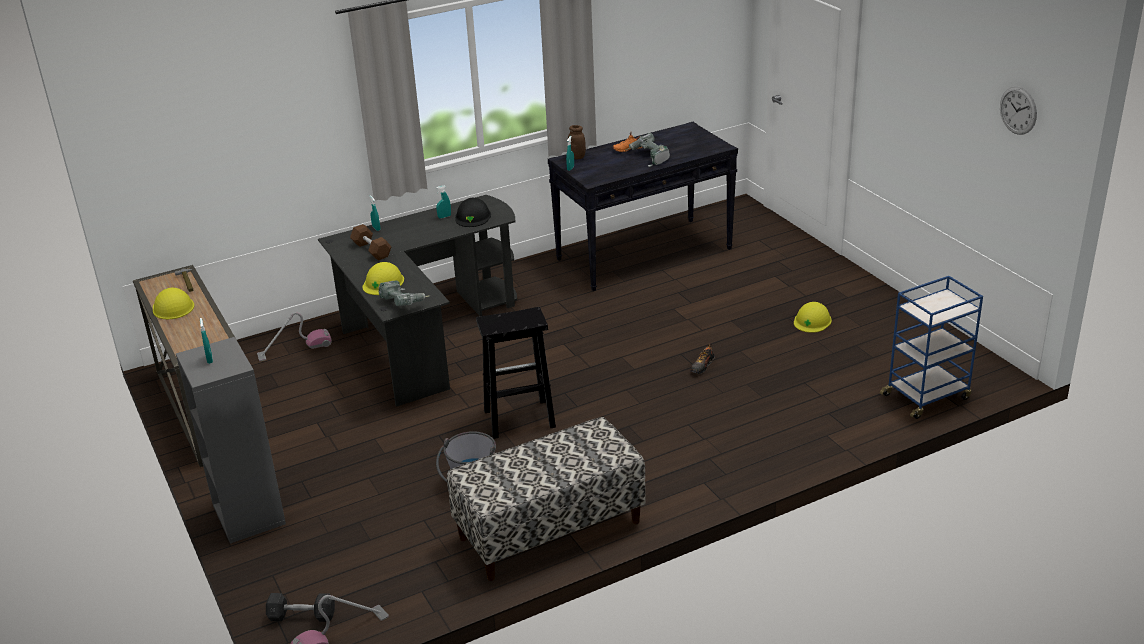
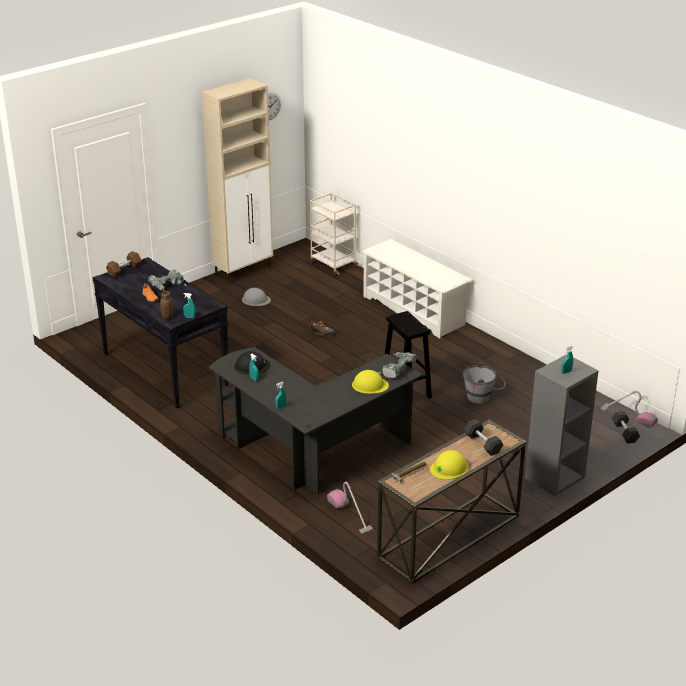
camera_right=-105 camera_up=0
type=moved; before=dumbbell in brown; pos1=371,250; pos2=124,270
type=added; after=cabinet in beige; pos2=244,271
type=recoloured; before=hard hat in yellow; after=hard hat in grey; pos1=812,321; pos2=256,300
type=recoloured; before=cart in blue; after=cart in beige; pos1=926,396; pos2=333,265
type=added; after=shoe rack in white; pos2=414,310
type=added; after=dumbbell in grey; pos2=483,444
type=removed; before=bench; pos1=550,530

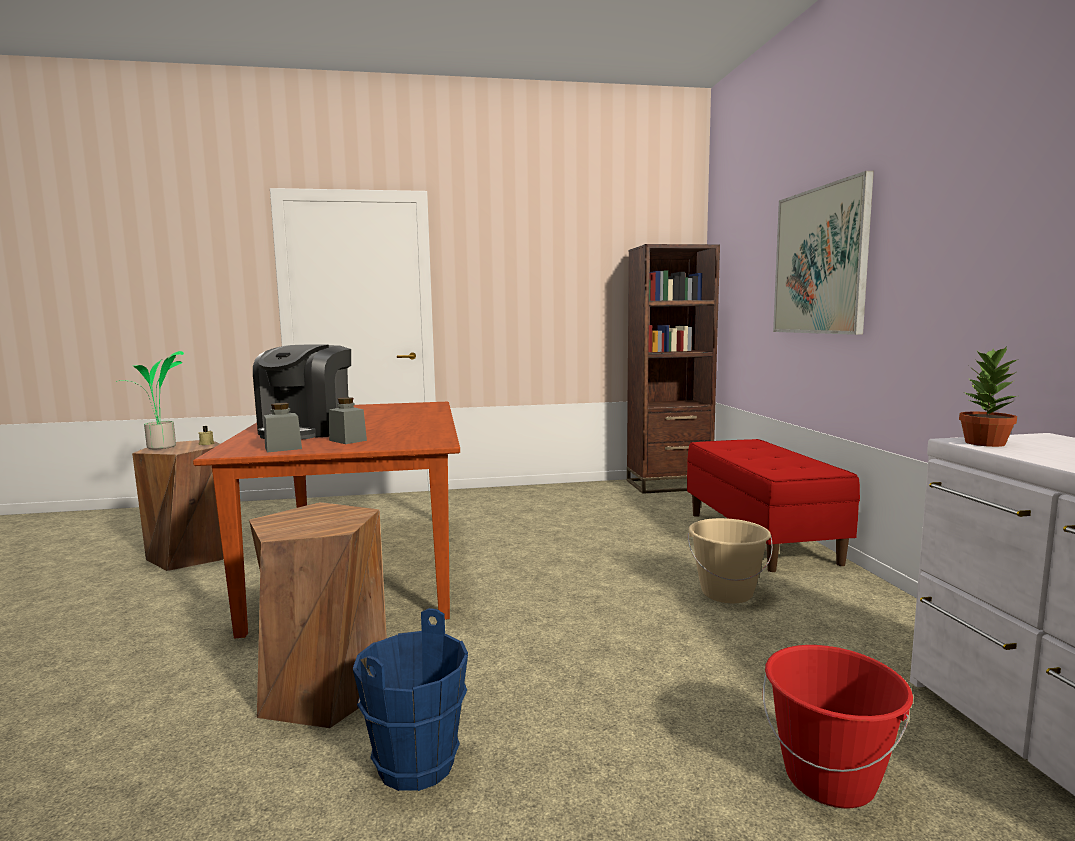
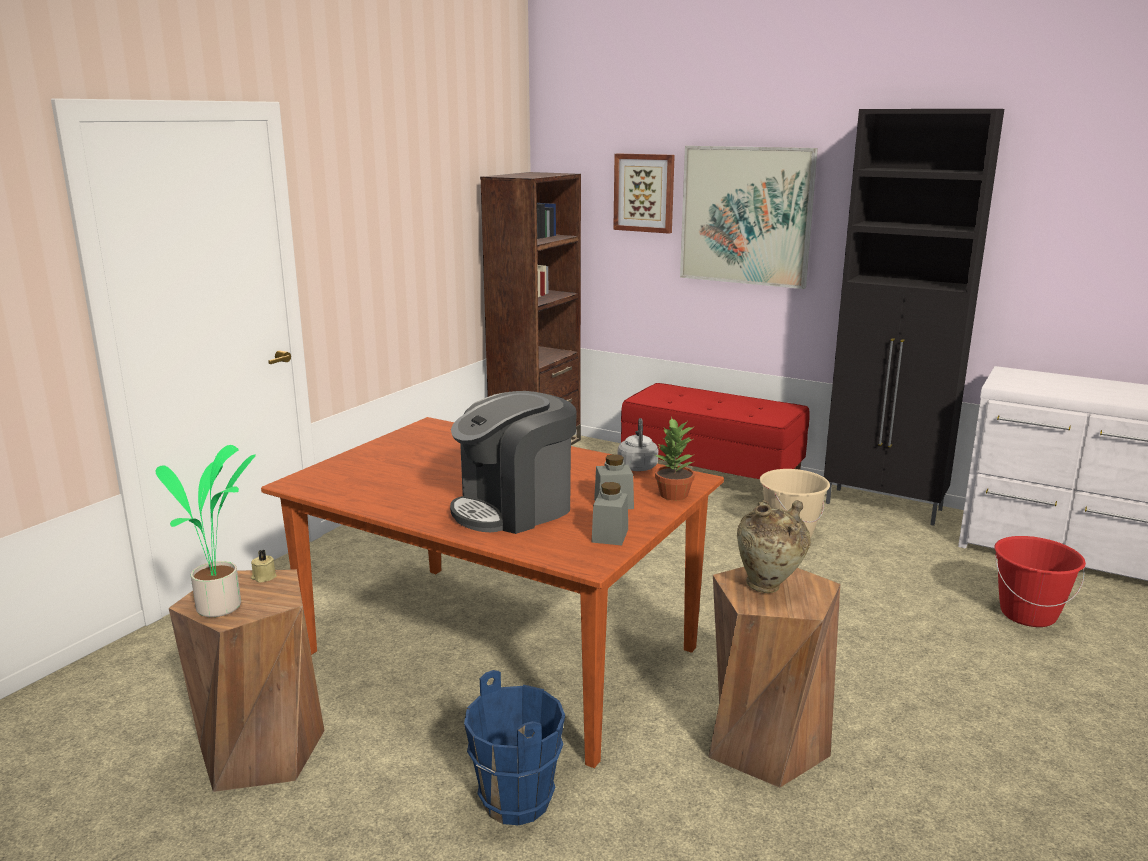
camera_right=-50 camera_up=10
type=turned; before=coffee machine; pos1=307,431; pos2=514,508; turn=90
type=moved; before=bucket in blue; pos1=417,764; pos2=517,800
type=added; after=picture; pos2=644,193
type=added; after=kettle in grey; pos2=637,466
type=moved; before=potted plant; pos1=984,443; pos2=673,495
type=added; after=vase in beige; pos2=769,587
type=added; after=cabinet in black; pos2=885,507

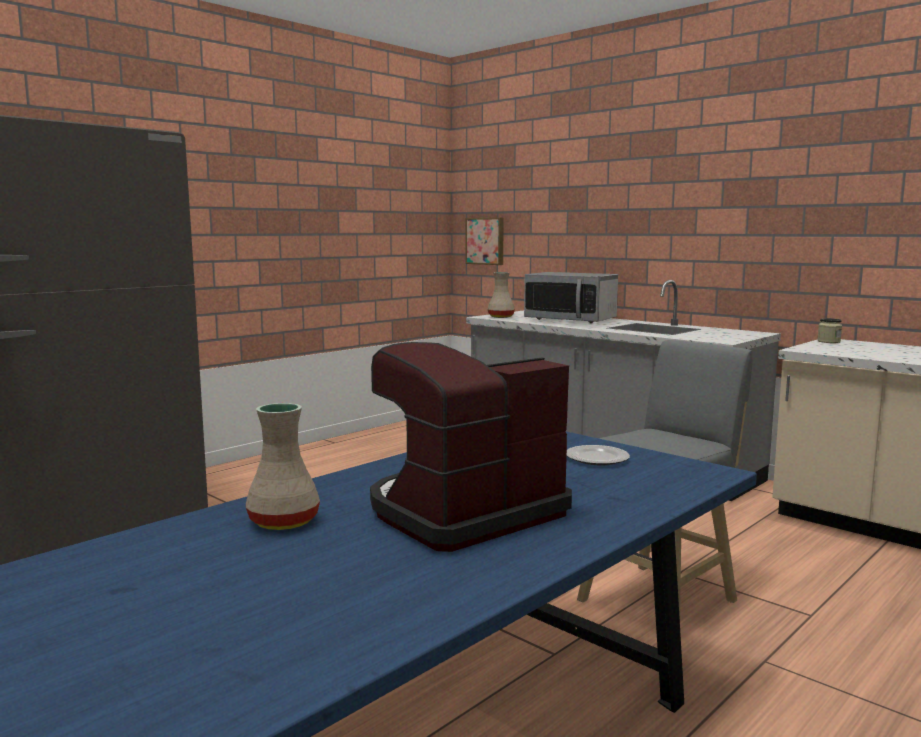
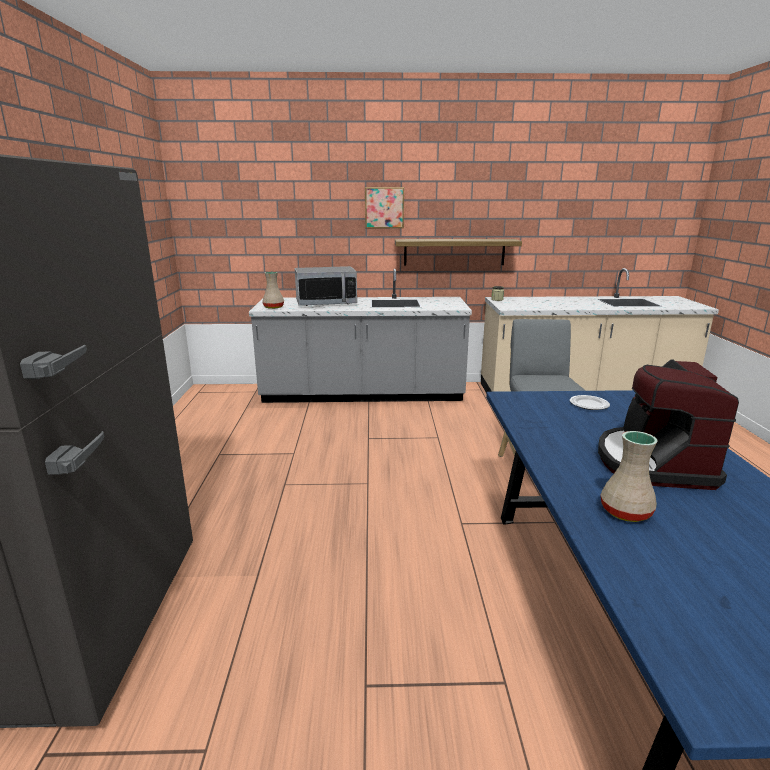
camera_right=-45 camera_up=10
type=moved; before=picture; pos1=485,241; pos2=384,208
type=added; after=shelf; pos2=454,252

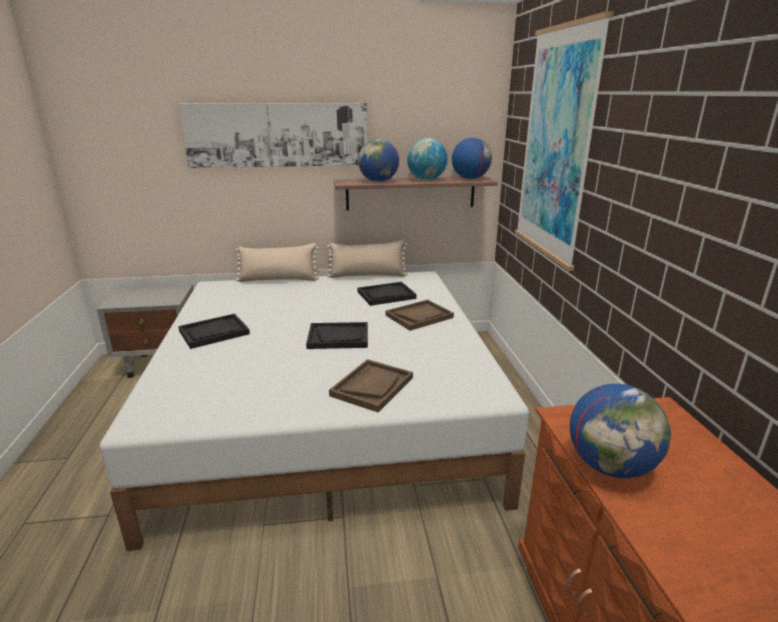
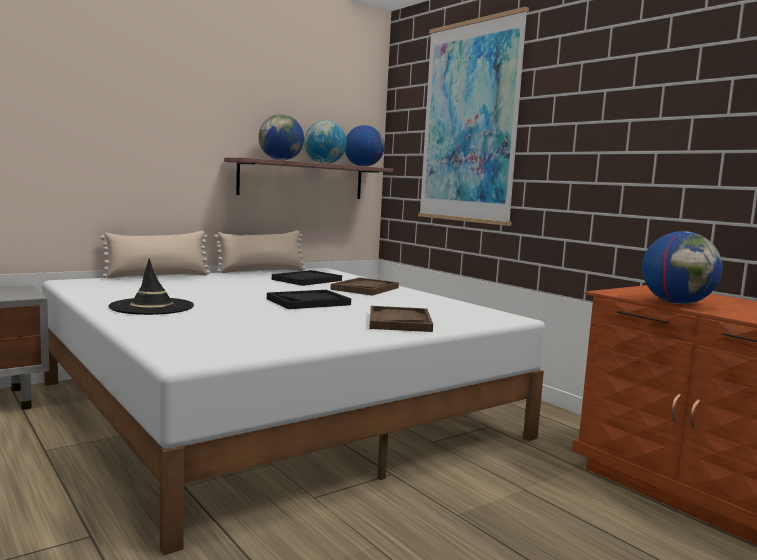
camera_right=-30 camera_up=-15
type=replaced; before=tray in black; after=hat in black; pos1=214,332; pos2=152,307
type=removed; before=picture; pos1=277,135

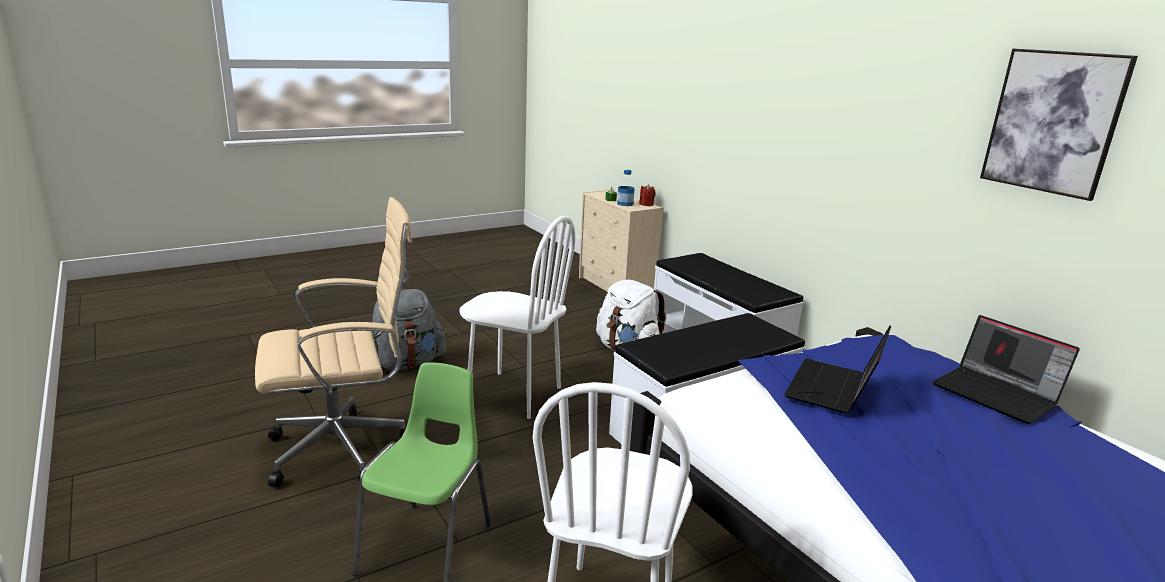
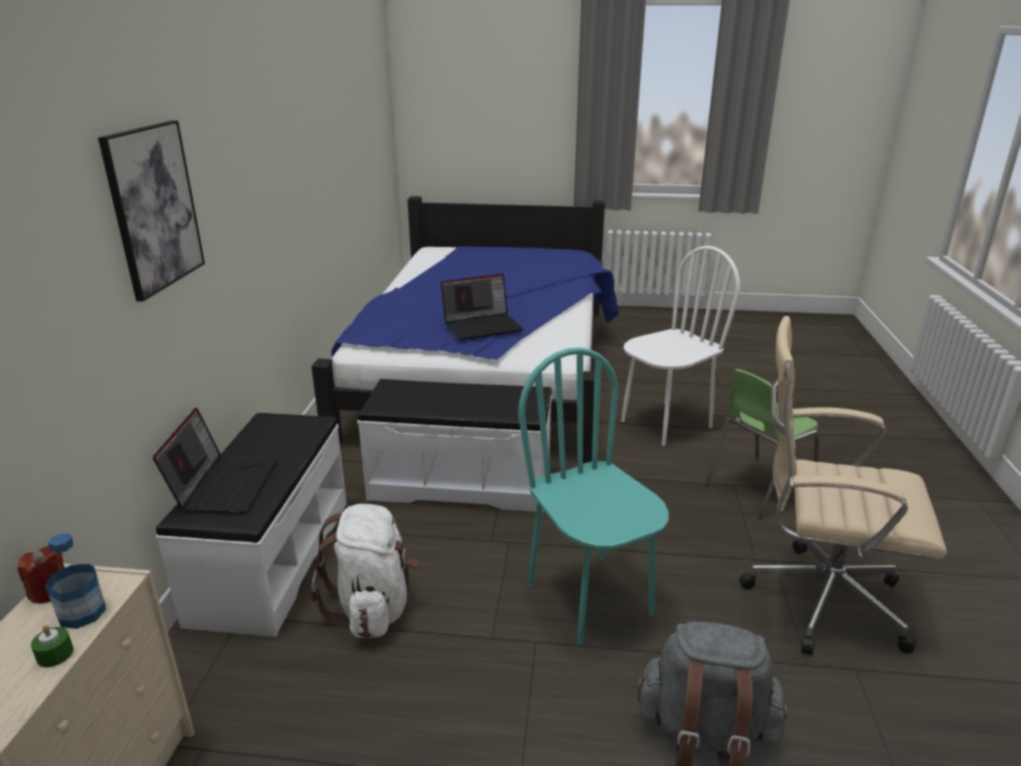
camera_right=-140 camera_up=5
type=moved; before=picture; pos1=1053,122; pos2=154,208
type=moved; before=laptop; pos1=997,394; pos2=224,484
type=recoloured; before=chair in white; after=chair in turquoise; pos1=514,394; pos2=590,598

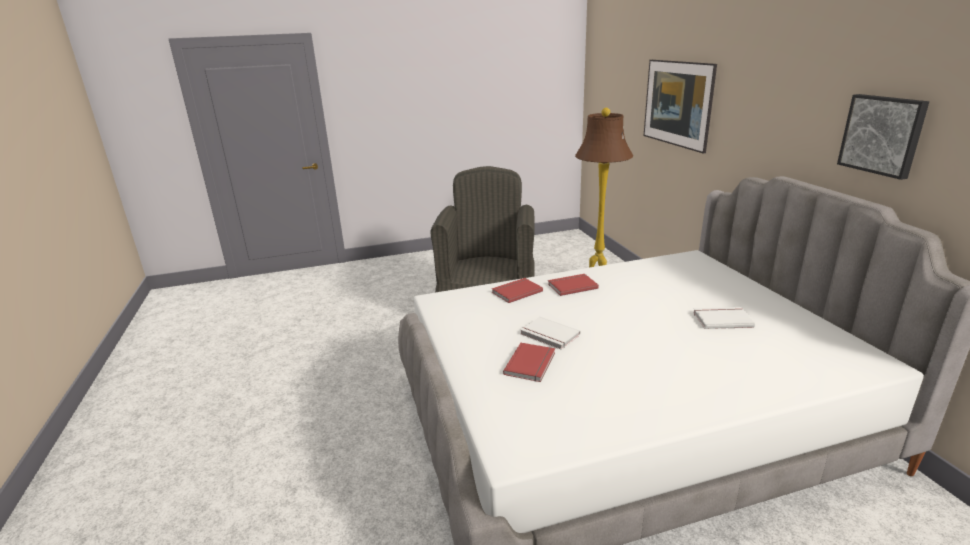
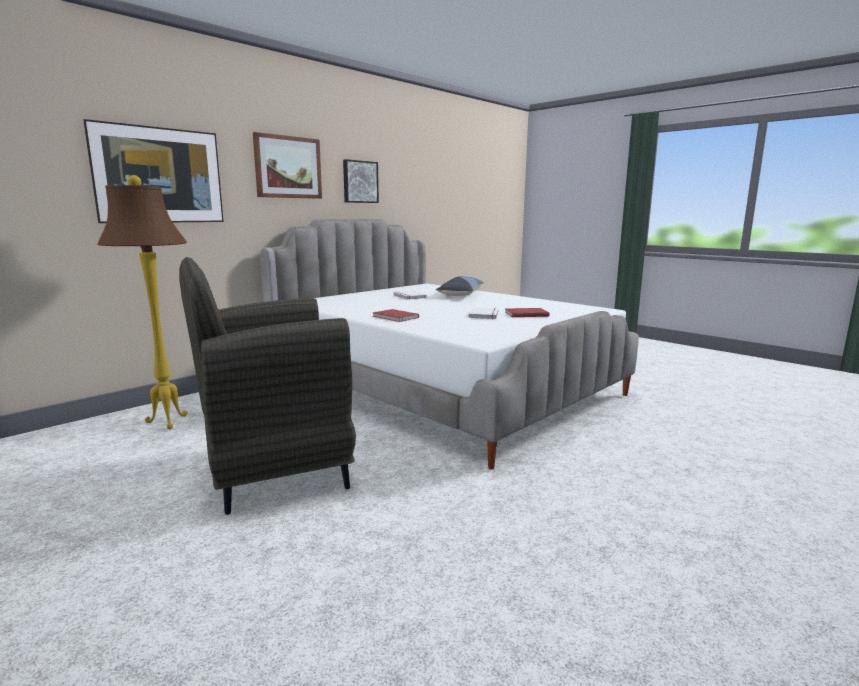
camera_right=-120 camera_up=-10
type=added; after=picture; pos2=288,167
type=added; after=pillow; pos2=461,294
type=removed; before=book in red; pos1=516,291

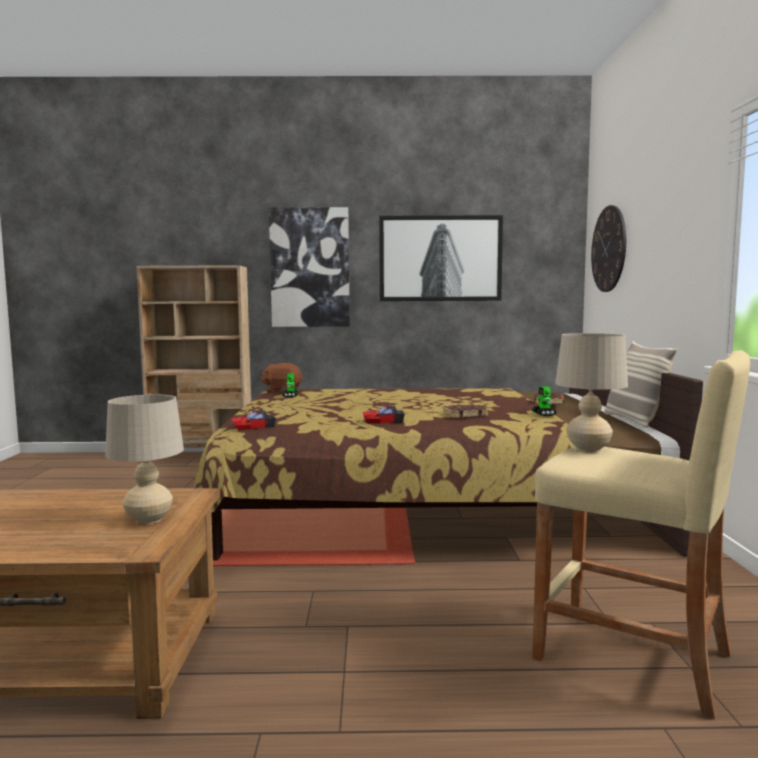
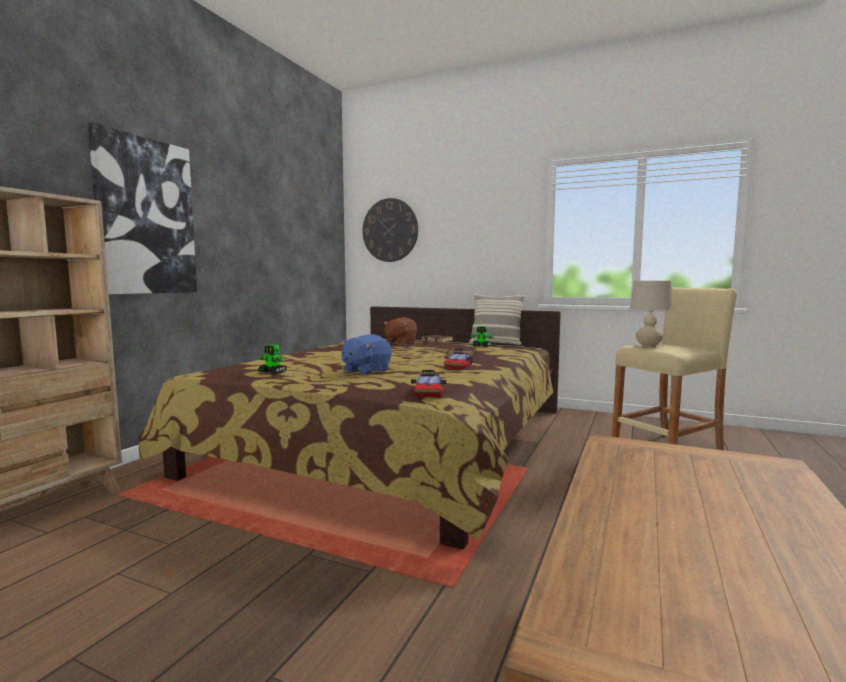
camera_right=-65 camera_up=0
type=added; after=plush toy in blue; pos2=365,371
type=moved; before=plush toy in brown; pos1=282,391; pos2=400,342
type=removed; before=table lamp in beige; pos1=149,520
type=removed; before=picture; pos1=440,258

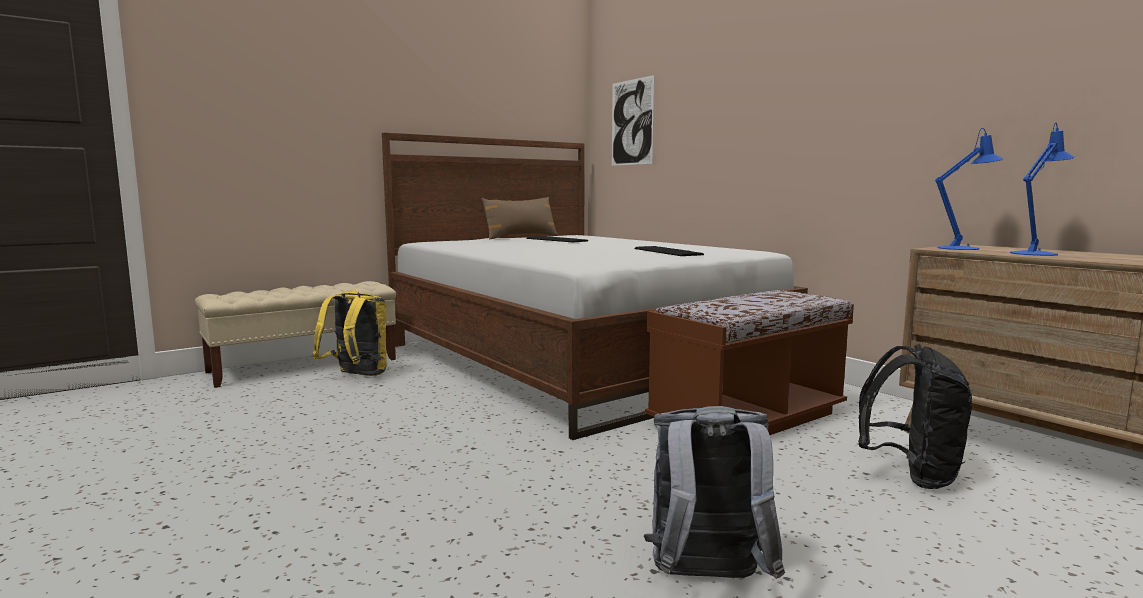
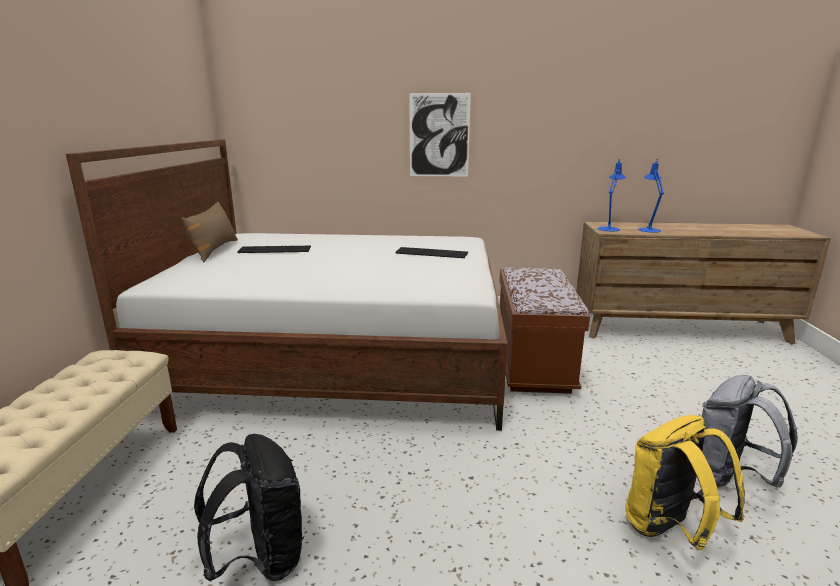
camera_right=-50 camera_up=10
type=moved; before=backpack in black; pos1=911,475; pos2=261,559
type=moved; before=picture; pos1=632,122; pos2=439,135
type=moved; before=backpack in yellow; pos1=356,376; pos2=669,530

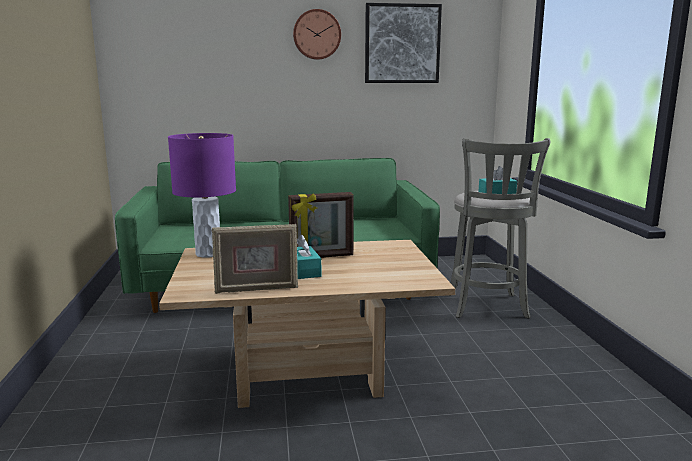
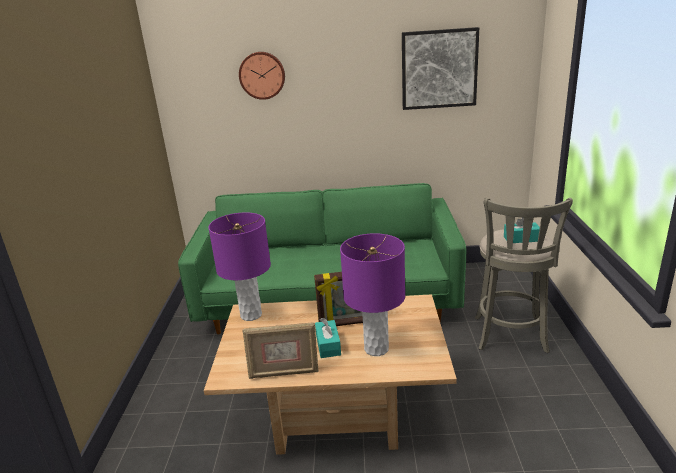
camera_right=10 camera_up=10
type=moved; before=wall clock; pos1=316,34; pos2=262,75
type=added; after=table lamp in purple; pos2=376,348

